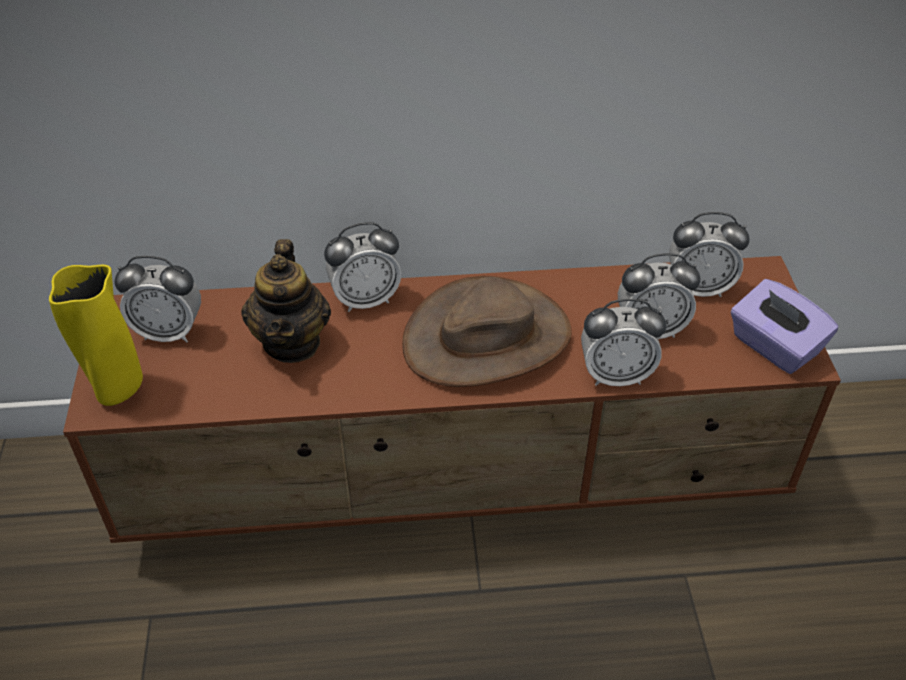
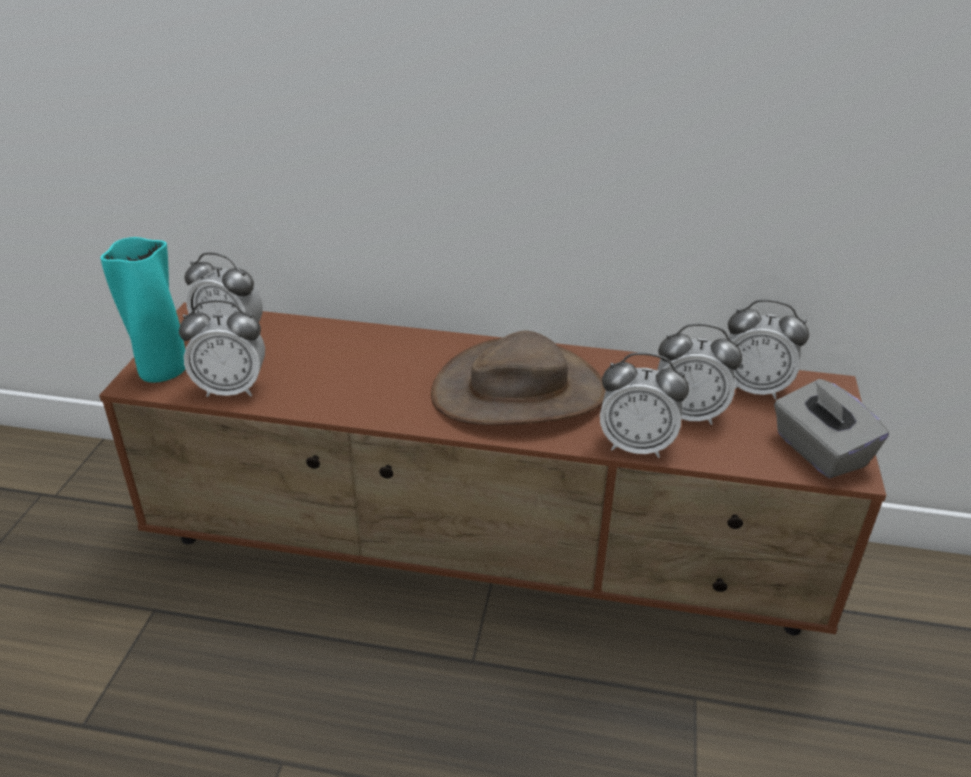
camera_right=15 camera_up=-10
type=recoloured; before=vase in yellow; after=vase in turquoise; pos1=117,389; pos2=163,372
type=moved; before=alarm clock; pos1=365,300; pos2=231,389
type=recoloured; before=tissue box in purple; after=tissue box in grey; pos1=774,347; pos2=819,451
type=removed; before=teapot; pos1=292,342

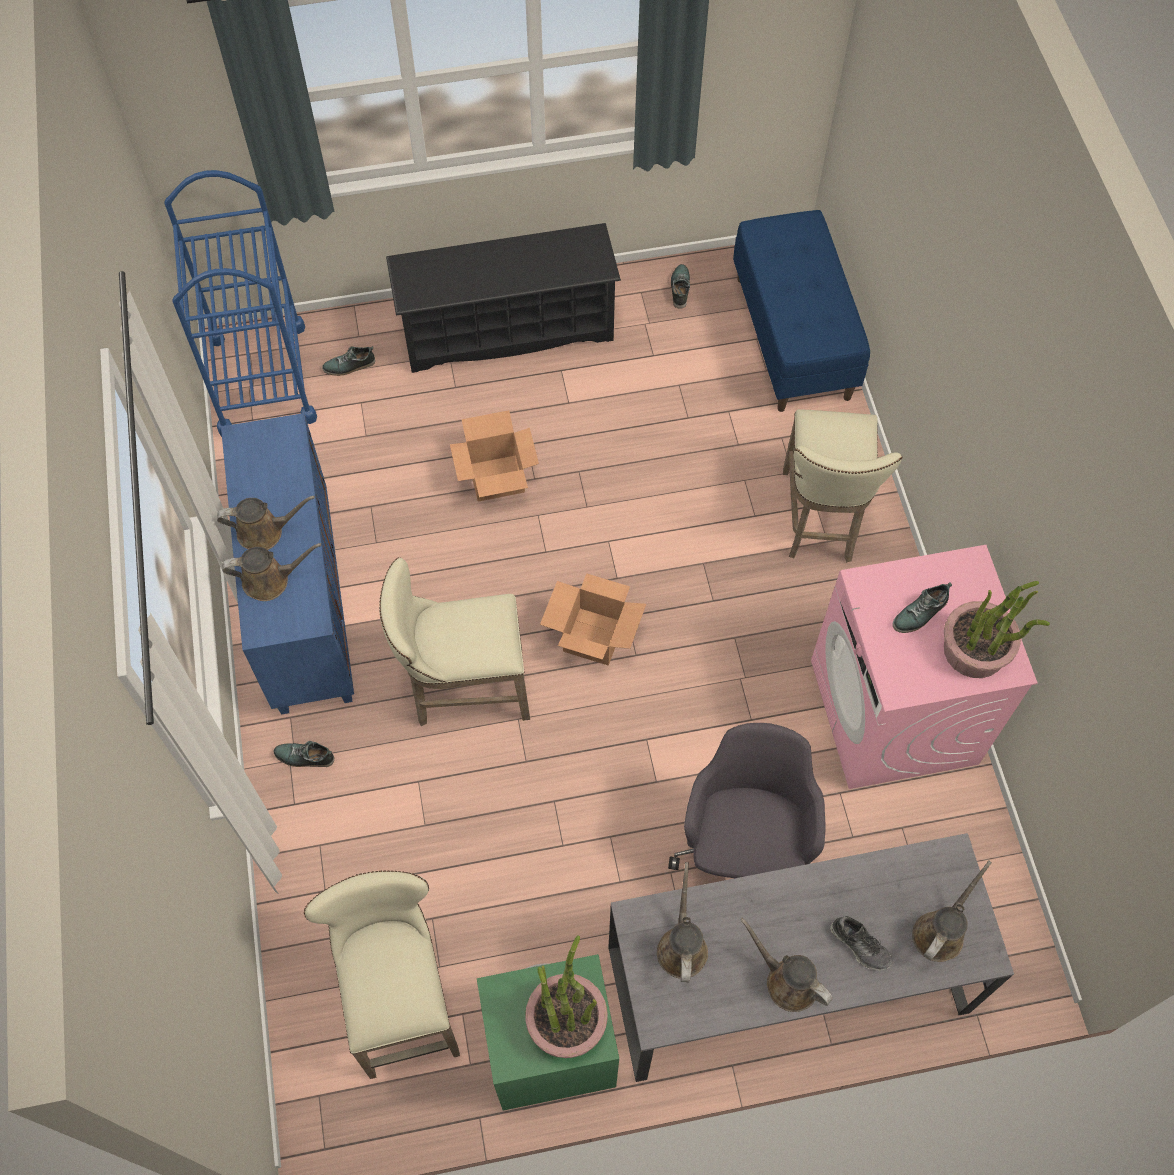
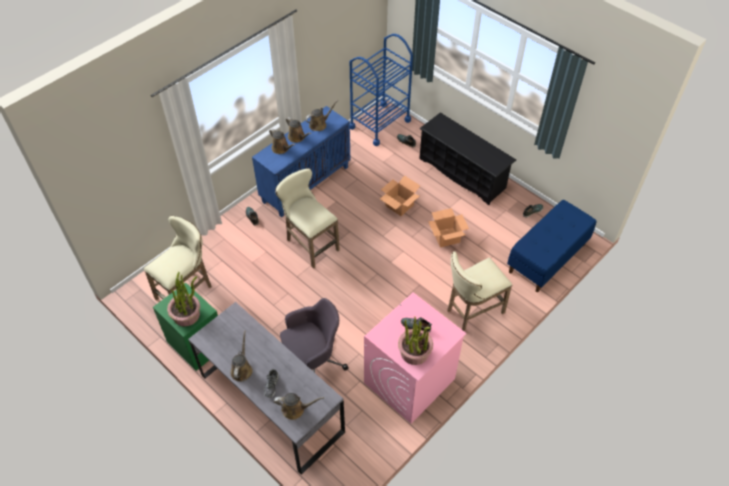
camera_right=55 camera_up=-10
type=moved; before=watering can in brown; pos1=682,946; pos2=319,124
type=moved; before=cardboard box; pos1=594,638; pos2=446,237

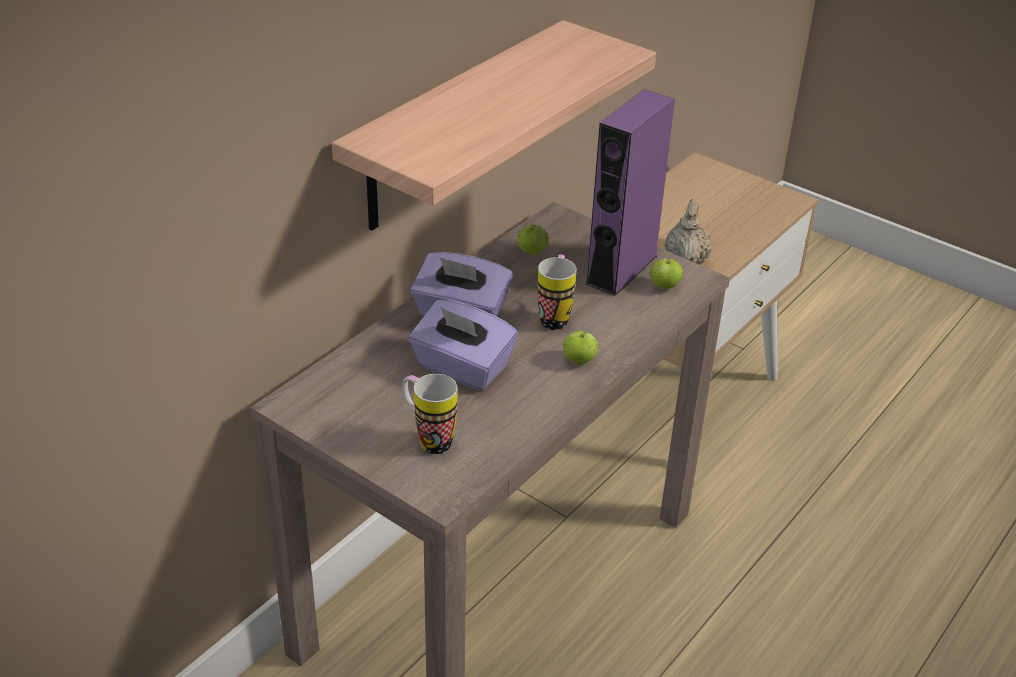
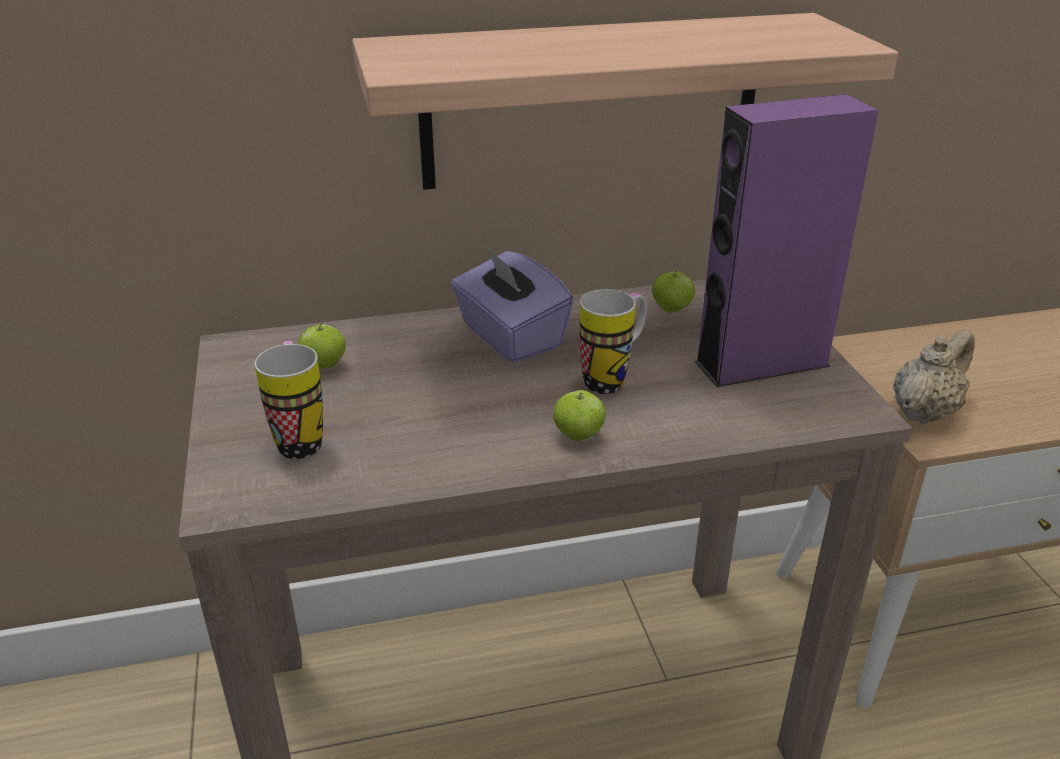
camera_right=40 camera_up=-5
type=moved; before=apple; pos1=664,286; pos2=324,365
type=removed; before=tissue box in purple; pos1=462,368

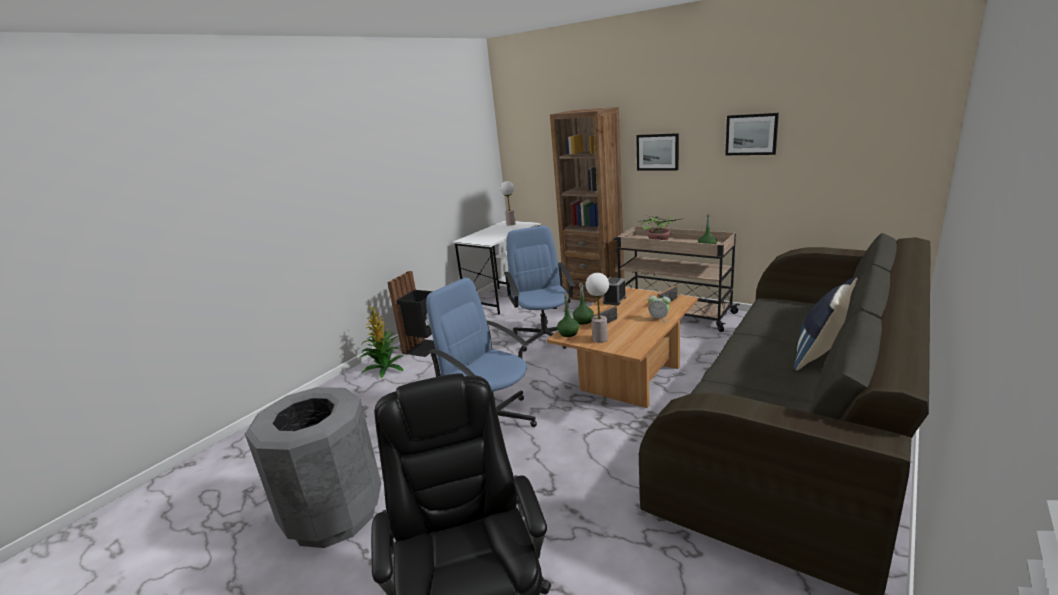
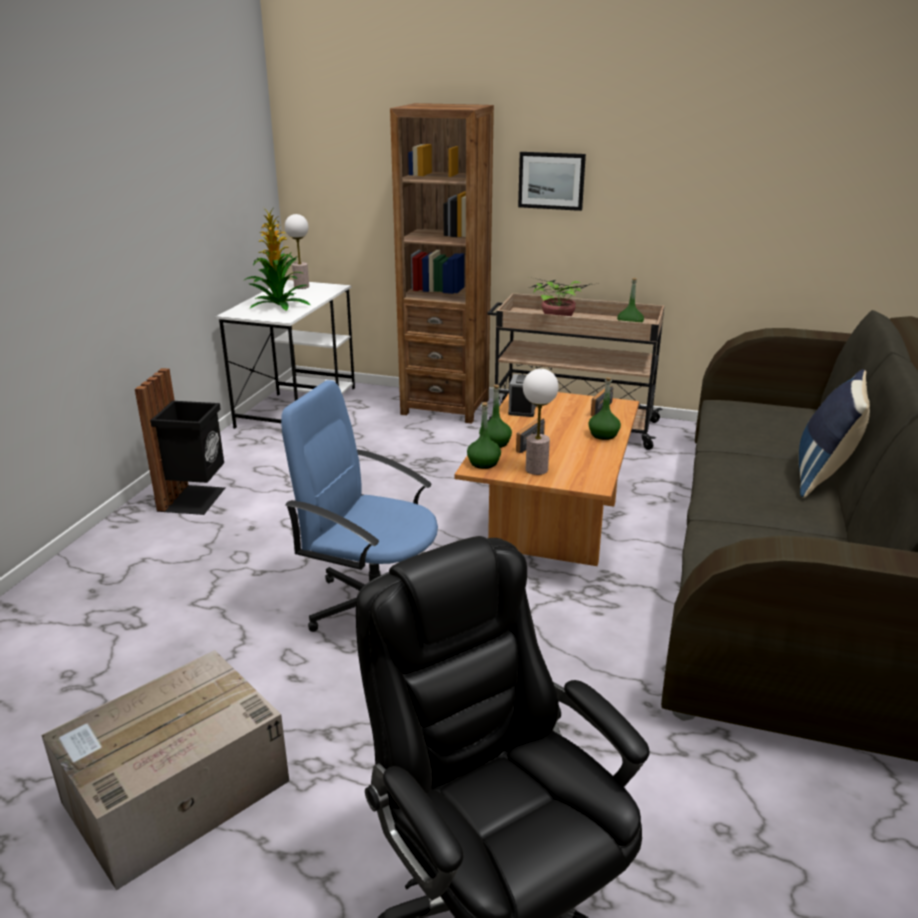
camera_right=-20 camera_up=5
type=replaced; before=trash can in grey; after=cardboard box; pos1=334,515; pos2=174,793
type=moved; before=potted plant; pos1=385,368; pos2=278,305
type=replaced; before=alarm clock; after=bottle in green; pos1=659,318; pos2=603,435
type=removed; before=office chair in blue; pos1=545,336
type=removed; before=picture; pos1=751,134

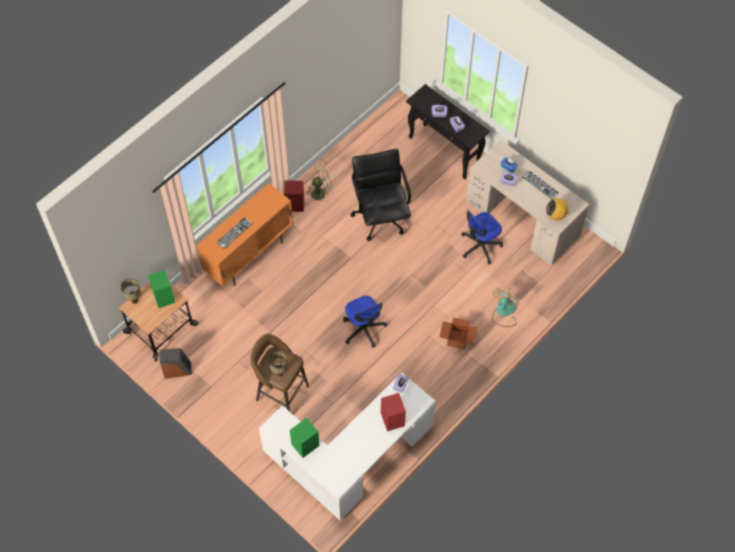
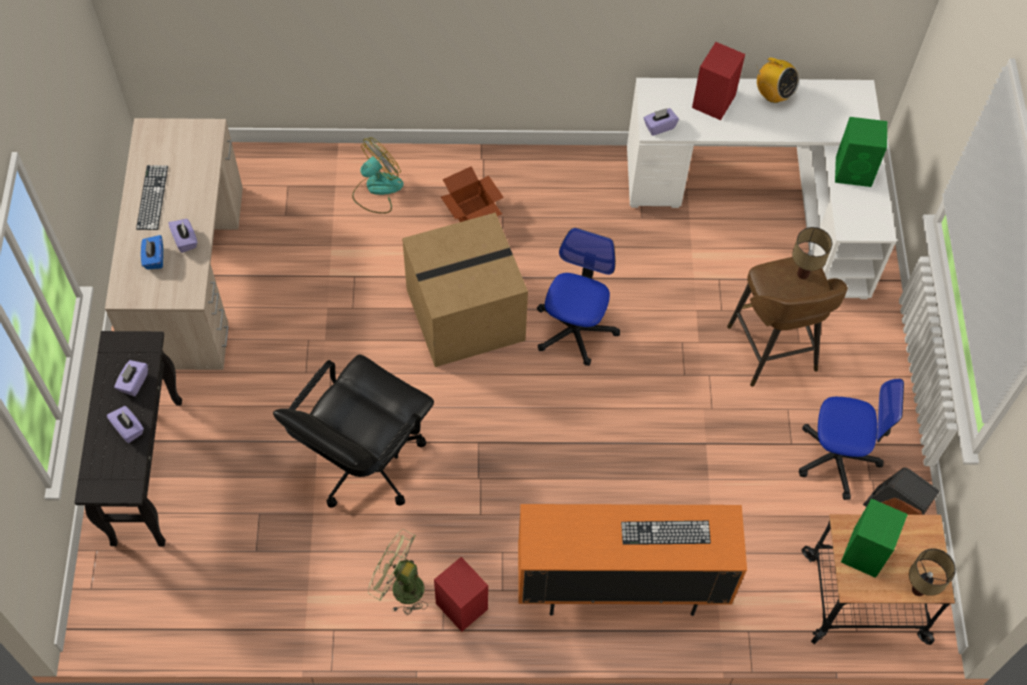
camera_right=-135 camera_up=0
type=turned; before=fan; pos1=503,313; pos2=377,189; turn=150
type=added; after=cardboard box; pos2=466,313
type=moved; before=radio; pos1=555,215; pos2=773,95
type=moved; before=office chair; pos1=480,246; pos2=837,457

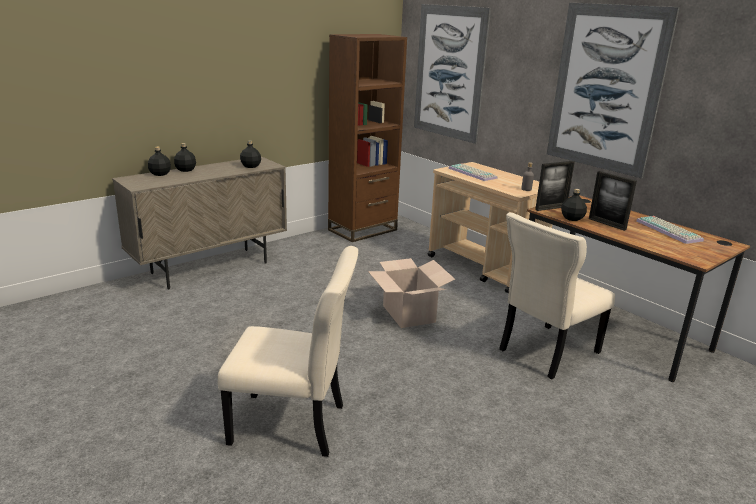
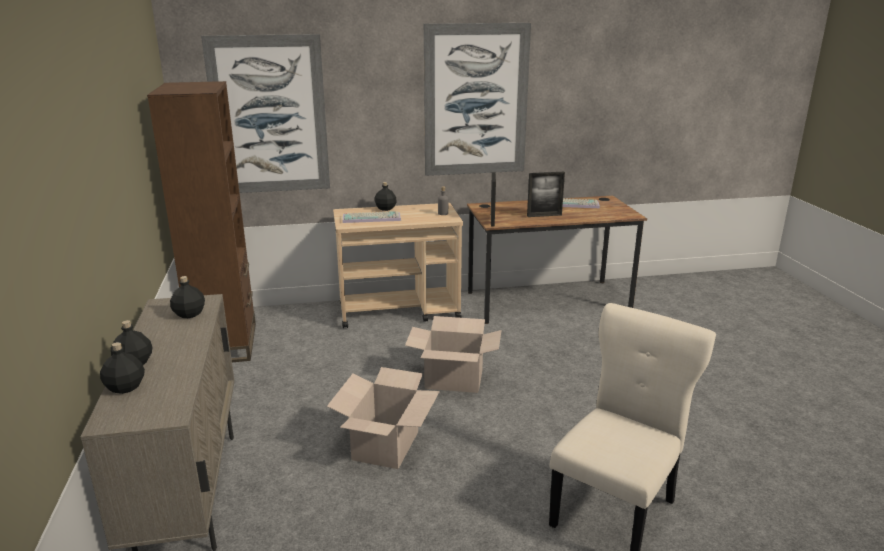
camera_right=-60 camera_up=0
type=added; after=cardboard box; pos2=385,445
type=moved; before=bottle in black; pos1=572,218; pos2=385,208
type=removed; before=chair in beige; pos1=546,352

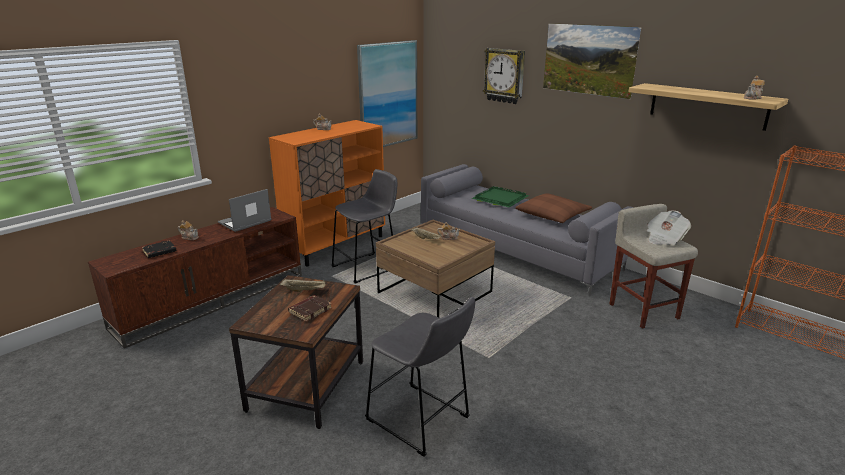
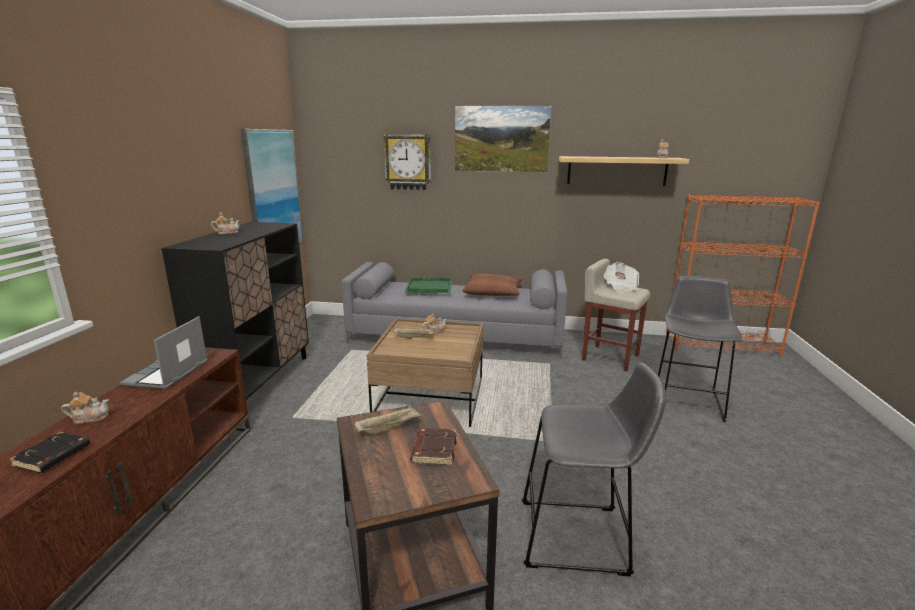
camera_right=-35 camera_up=-5
type=recoloured; before=cabinet in orange; after=cabinet in black; pos1=336,245; pos2=258,381
type=moved; before=stool in grey; pos1=368,267; pos2=688,399

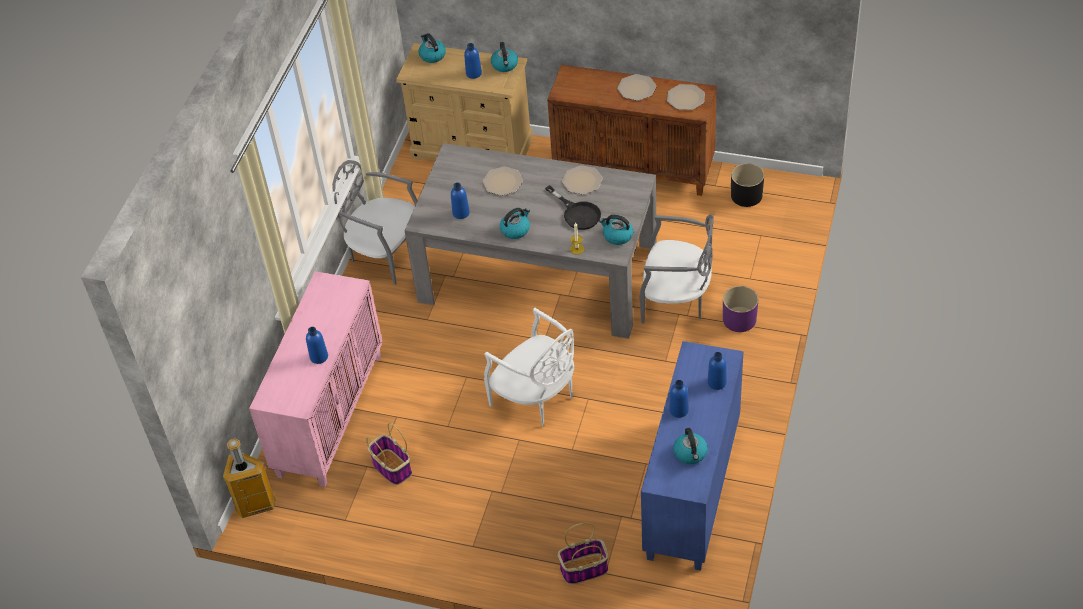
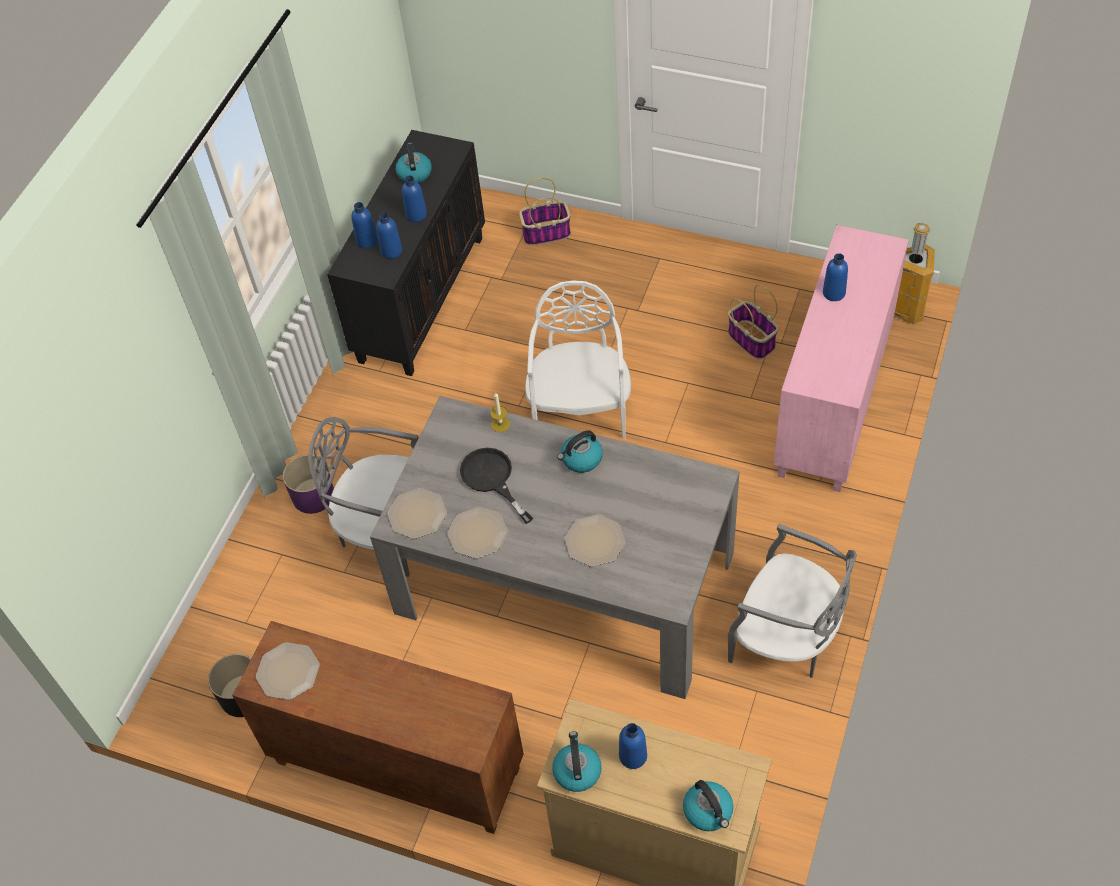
camera_right=-175 camera_up=5
type=recoloured; before=cabinet in blue; after=cabinet in black; pos1=693,493; pos2=421,298
type=moved; before=bottle in blue; pos1=461,213; pos2=391,251
type=moved; before=plate; pos1=637,88; pos2=417,514
type=turned; before=chair in white; pos1=536,398; pos2=581,409; turn=45
type=removed; before=kettle; pos1=617,236

